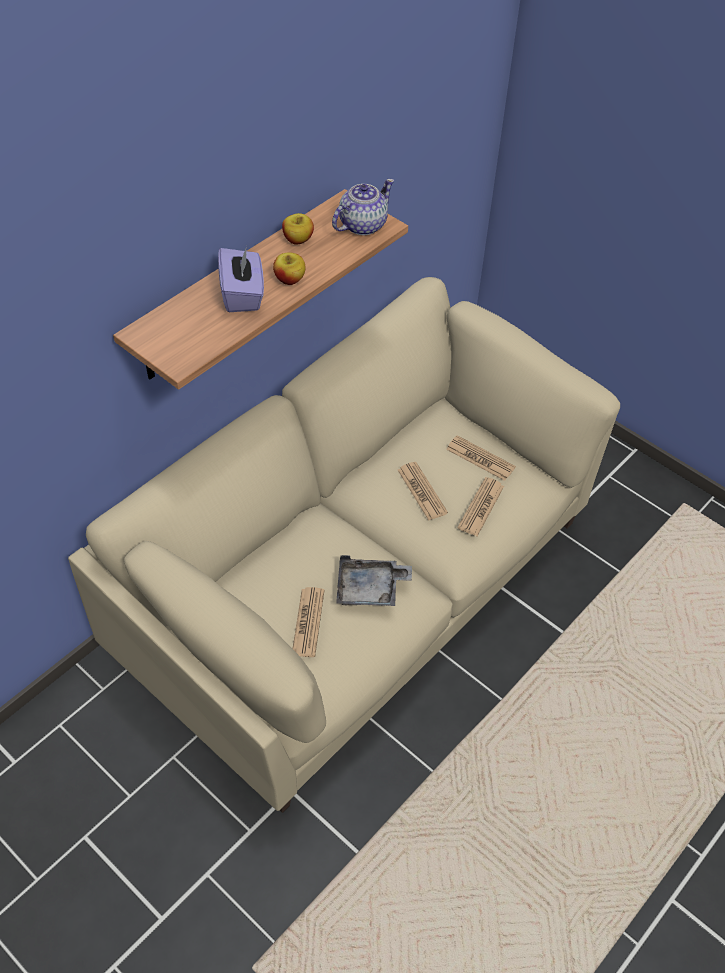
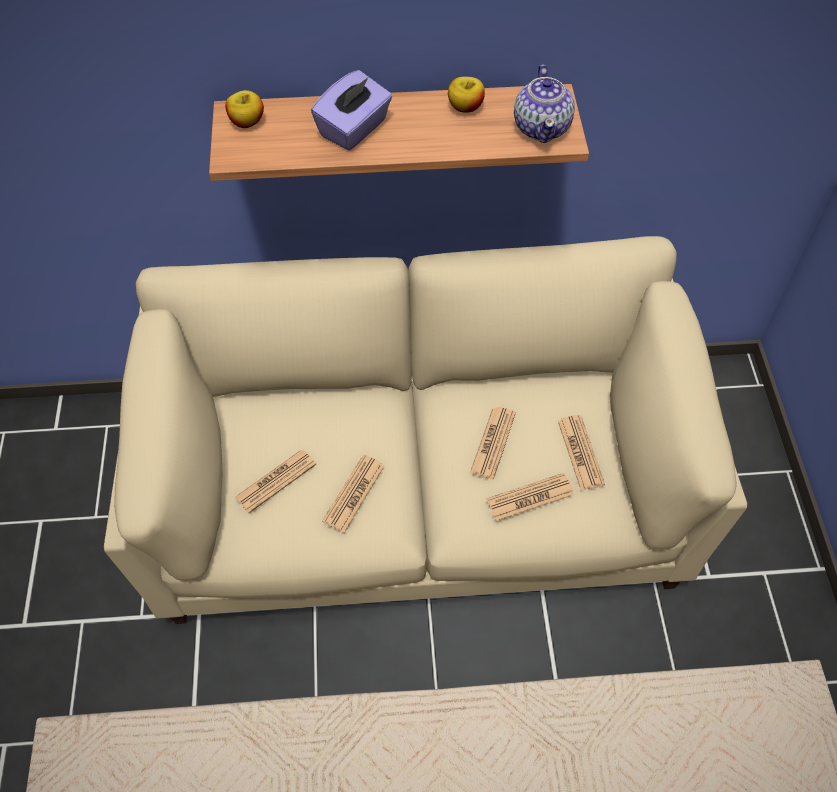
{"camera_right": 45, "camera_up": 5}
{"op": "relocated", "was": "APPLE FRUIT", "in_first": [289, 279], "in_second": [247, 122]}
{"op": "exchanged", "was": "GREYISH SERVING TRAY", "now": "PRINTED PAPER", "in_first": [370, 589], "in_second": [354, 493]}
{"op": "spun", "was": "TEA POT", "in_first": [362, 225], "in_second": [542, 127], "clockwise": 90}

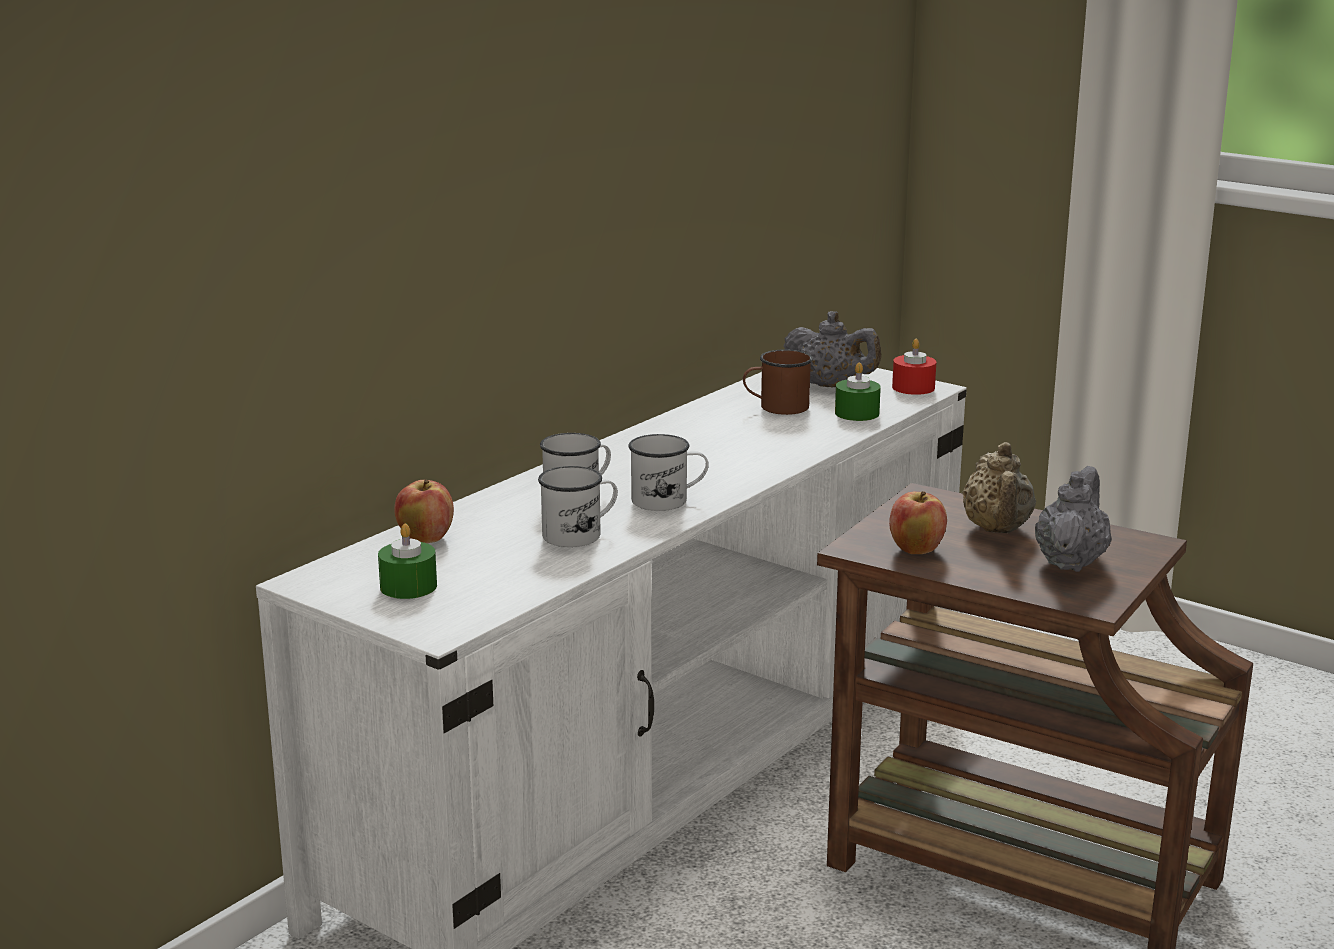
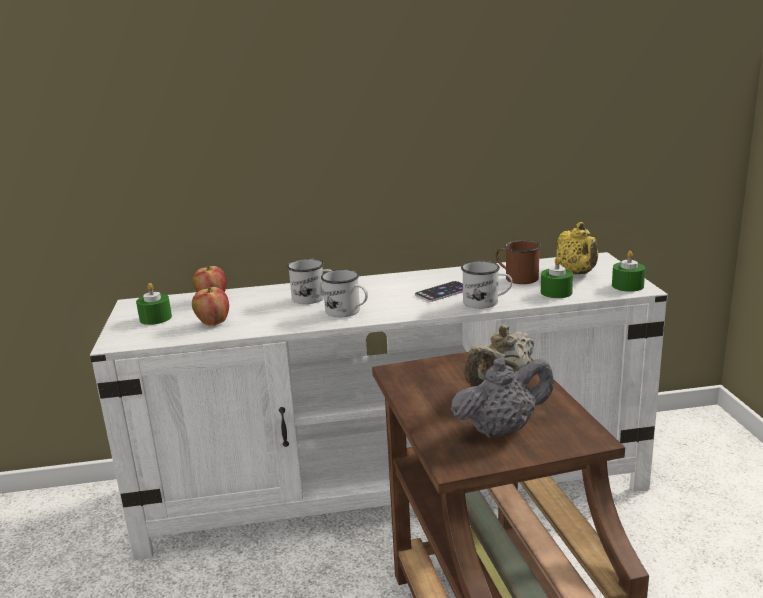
{"camera_right": 45, "camera_up": 0}
{"op": "appeared", "now": "TELEPHONE", "in_second": [443, 292]}
{"op": "relocated", "was": "WHITE MUG", "in_first": [580, 534], "in_second": [486, 302]}
{"op": "relocated", "was": "APPLE FRUIT", "in_first": [915, 550], "in_second": [213, 322]}
{"op": "colour", "was": "GREYISH TEA POT", "now": "YELLOW-COLOURED TEA POT", "in_first": [831, 385], "in_second": [577, 273]}
{"op": "colour", "was": "RED-COLOURED WAX LIGHT", "now": "GREEN-COLOURED WAX LIGHT", "in_first": [913, 387], "in_second": [627, 286]}

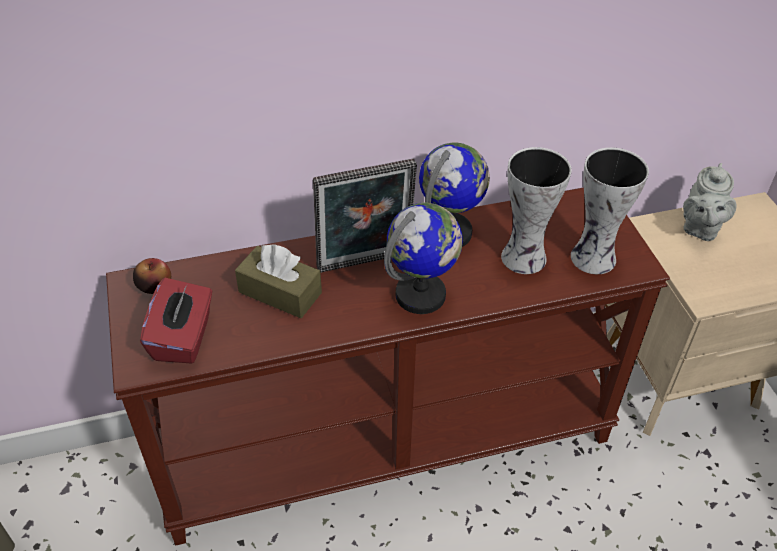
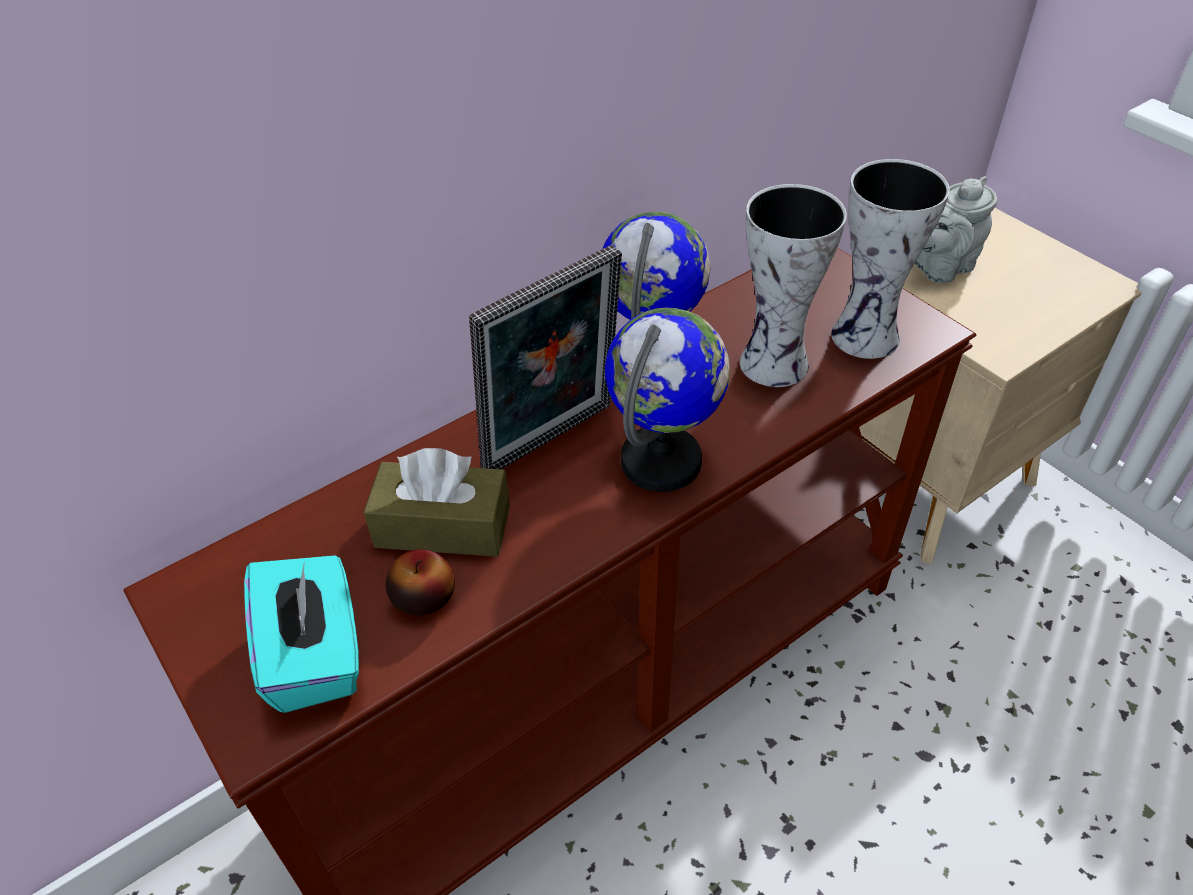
{"camera_right": -20, "camera_up": 0}
{"op": "relocated", "was": "APPLE FRUIT", "in_first": [154, 285], "in_second": [423, 597]}
{"op": "colour", "was": "RED-COLOURED TISSUE HOLDER", "now": "BLUE-GREEN TISSUE HOLDER", "in_first": [183, 338], "in_second": [316, 655]}
{"op": "spun", "was": "GREYISH TEA POT", "in_first": [699, 228], "in_second": [939, 267], "clockwise": 60}

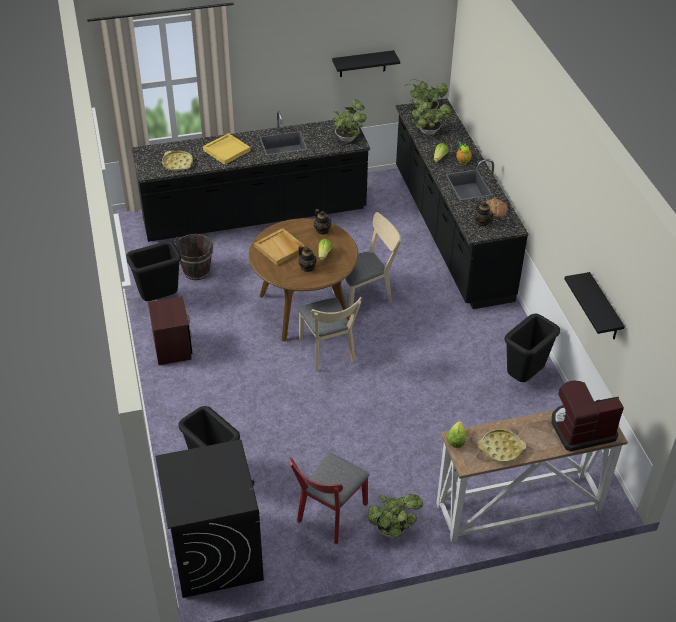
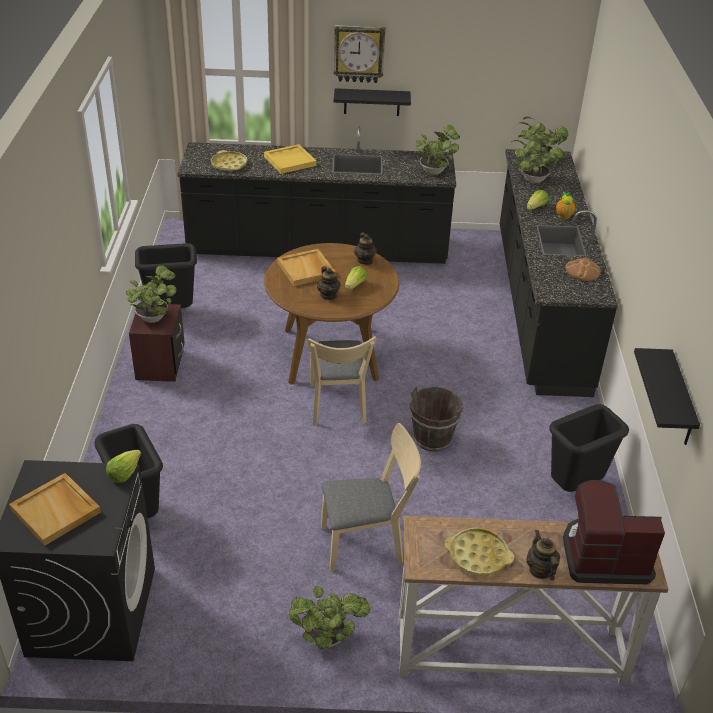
{"camera_right": 15, "camera_up": -5}
{"op": "missing", "was": "RED-COLOURED CHAIR", "in_first": [329, 516]}
{"op": "appeared", "now": "SAND-COLOURED SERVING TRAY", "in_second": [56, 511]}
{"op": "appeared", "now": "PLANT IN A POT", "in_second": [154, 316]}
{"op": "appeared", "now": "HANGING CLOCK", "in_second": [359, 53]}
{"op": "relocated", "was": "BROWNISH WATER BUCKET", "in_first": [196, 271], "in_second": [432, 439]}
{"op": "relocated", "was": "BLACK-COLOURED BRACKET SHELF", "in_first": [362, 64], "in_second": [372, 102]}
{"op": "relocated", "was": "SAND-COLOURED CHAIR", "in_first": [366, 295], "in_second": [368, 543]}
{"op": "relocated", "was": "LETTUCE HEAD", "in_first": [456, 440], "in_second": [124, 473]}
{"op": "relocated", "was": "TEA POT", "in_first": [482, 222], "in_second": [540, 570]}

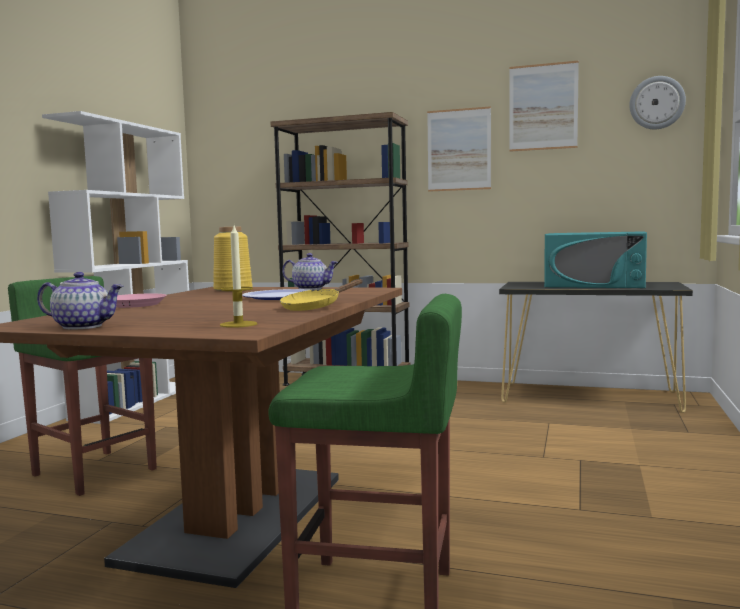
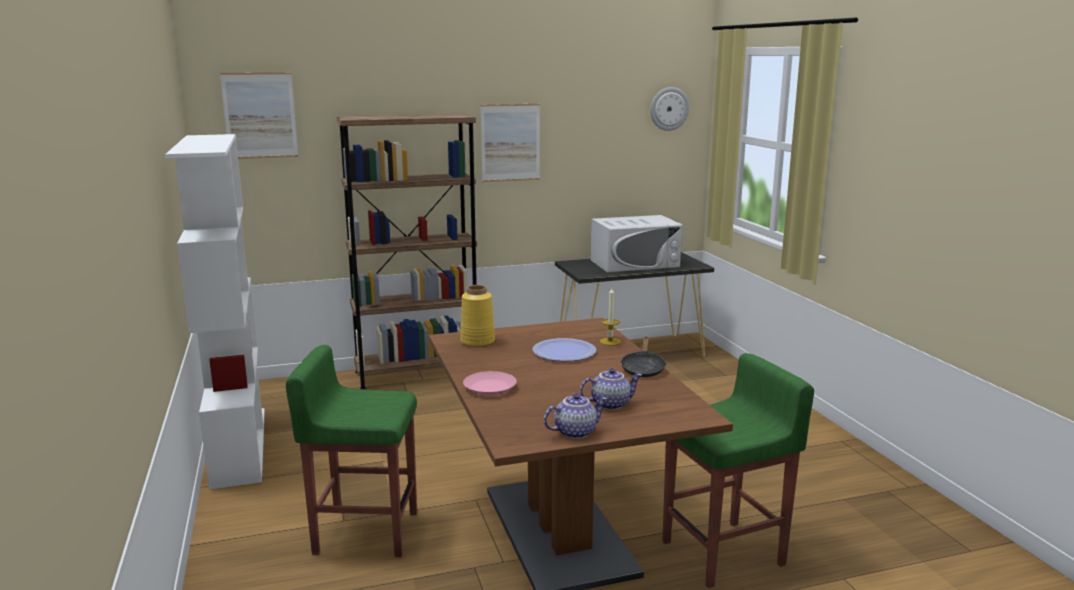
{"camera_right": -35, "camera_up": 10}
{"op": "relocated", "was": "WAX LIGHT", "in_first": [238, 324], "in_second": [610, 341]}
{"op": "relocated", "was": "TEA POT", "in_first": [311, 288], "in_second": [610, 404]}
{"op": "relocated", "was": "WALL PICTURE", "in_first": [543, 107], "in_second": [260, 115]}
{"op": "colour", "was": "YELLOW-COLOURED SKILLET", "now": "BLACK-COLOURED SKILLET", "in_first": [315, 307], "in_second": [643, 369]}
{"op": "colour", "was": "BLUE-GREEN MICROWAVE", "now": "WHITE MICROWAVE", "in_first": [594, 284], "in_second": [634, 263]}

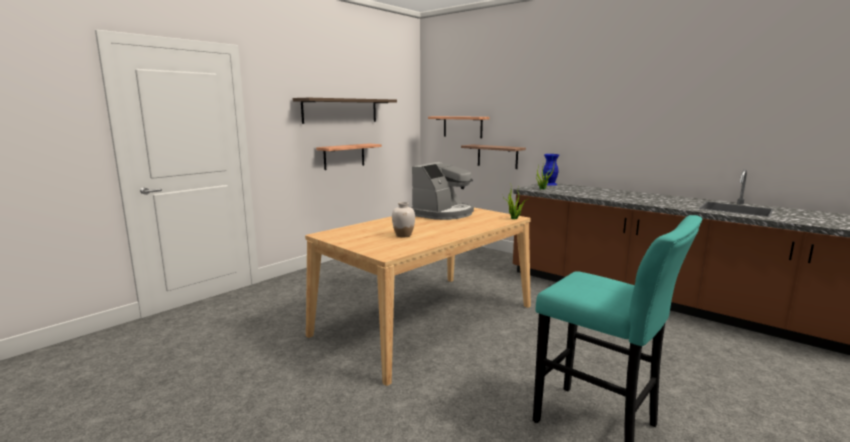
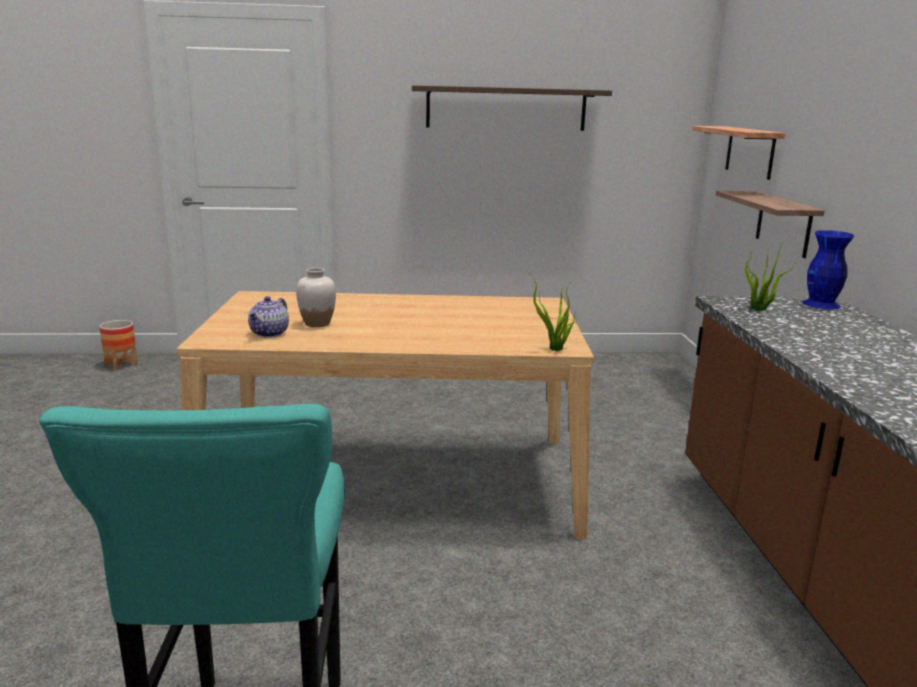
{"camera_right": 45, "camera_up": 5}
{"op": "missing", "was": "BRACKET SHELF", "in_first": [344, 156]}
{"op": "missing", "was": "COFFEE MAKER", "in_first": [443, 213]}
{"op": "appeared", "now": "PLANTER", "in_second": [121, 365]}
{"op": "appeared", "now": "TEA POT", "in_second": [270, 333]}

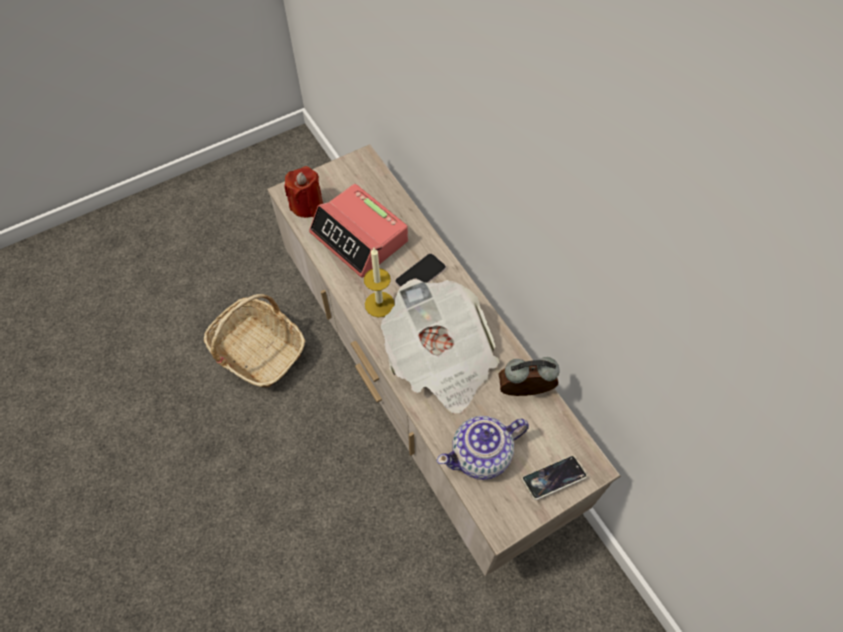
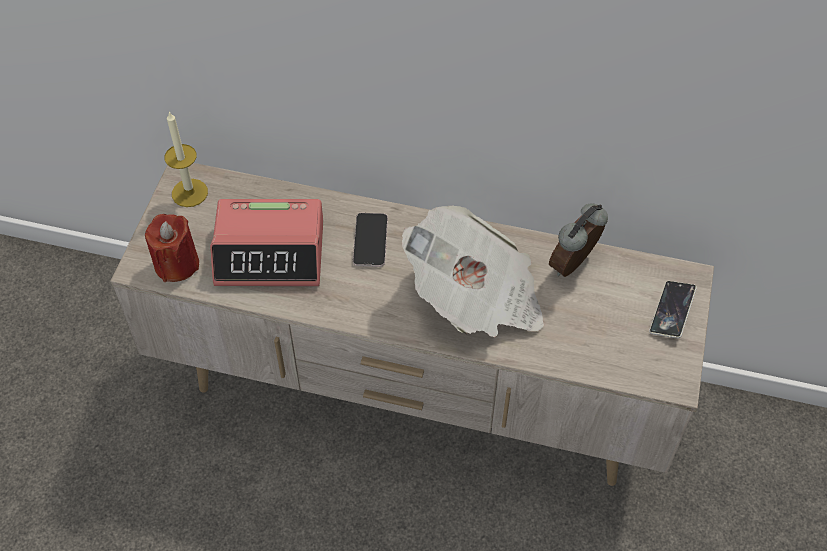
{"camera_right": -45, "camera_up": -5}
{"op": "missing", "was": "HOUSEHOLD BASKET", "in_first": [258, 350]}
{"op": "missing", "was": "TEA POT", "in_first": [482, 455]}
{"op": "relocated", "was": "WAX LIGHT", "in_first": [379, 304], "in_second": [189, 193]}

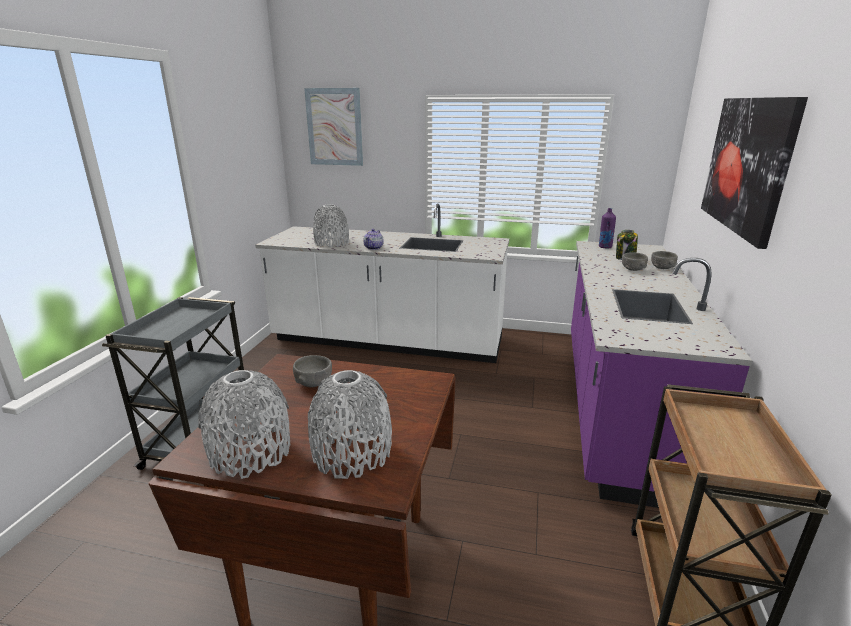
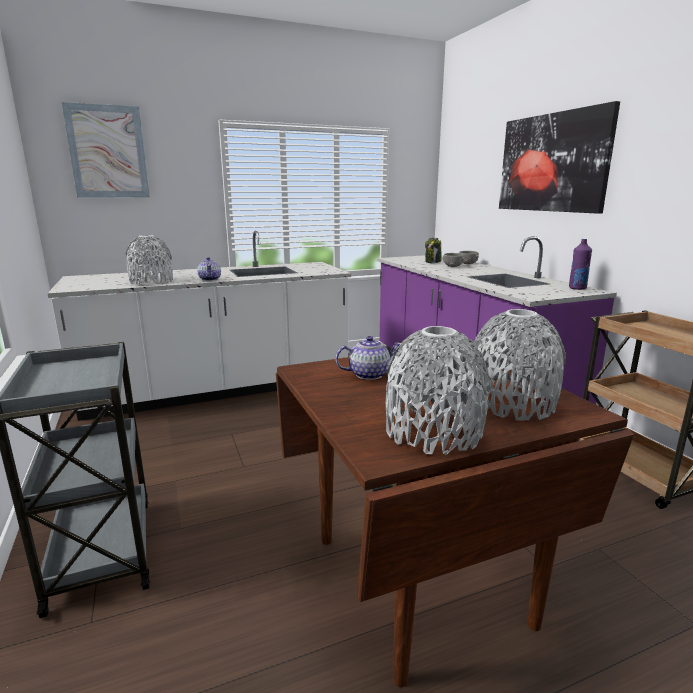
{"camera_right": -35, "camera_up": -5}
{"op": "relocated", "was": "PURPLE DRINK BOTTLE", "in_first": [604, 247], "in_second": [577, 288]}
{"op": "exchanged", "was": "GREYISH DEEP DISH", "now": "TEA POT", "in_first": [314, 383], "in_second": [368, 374]}

